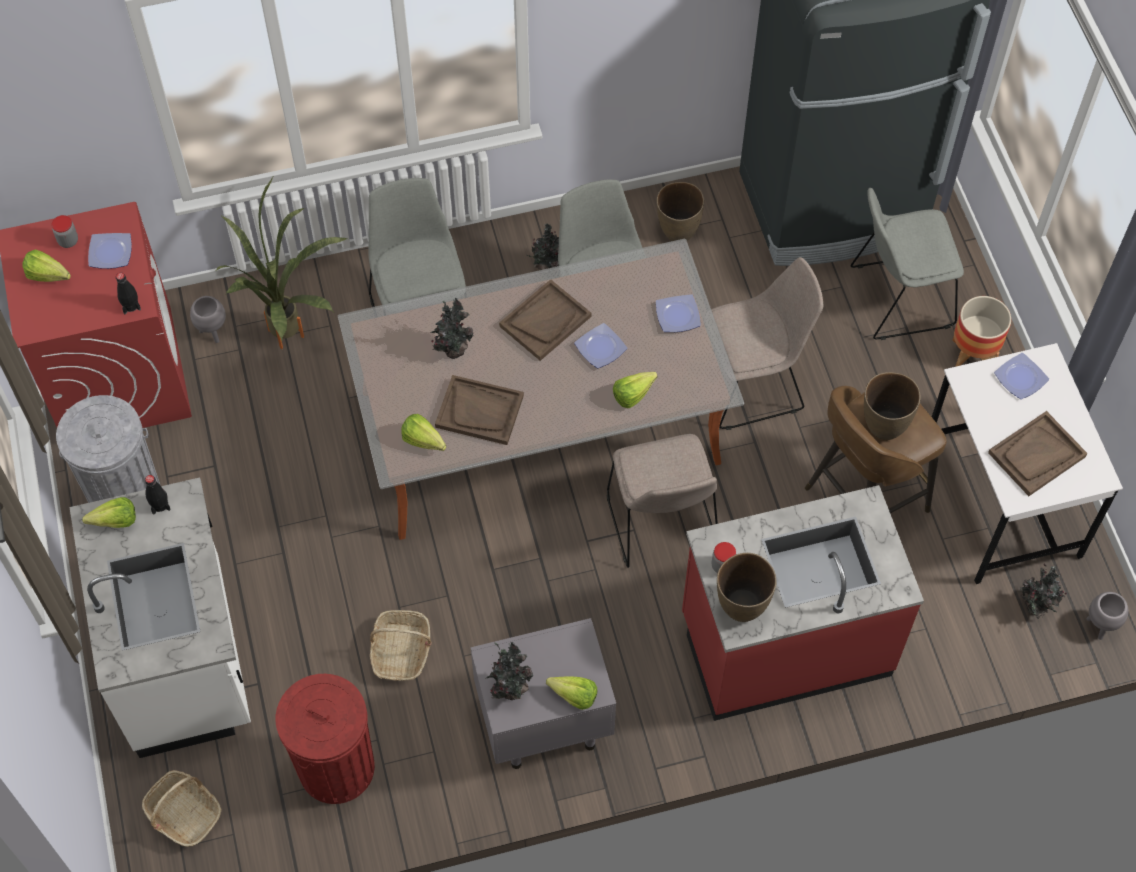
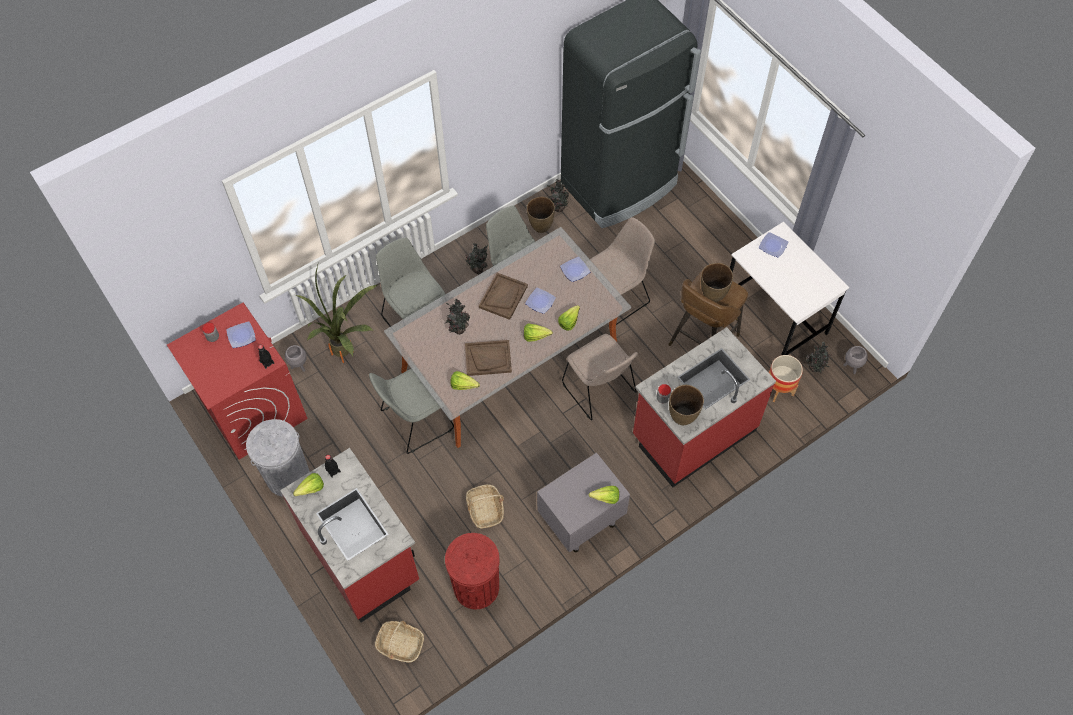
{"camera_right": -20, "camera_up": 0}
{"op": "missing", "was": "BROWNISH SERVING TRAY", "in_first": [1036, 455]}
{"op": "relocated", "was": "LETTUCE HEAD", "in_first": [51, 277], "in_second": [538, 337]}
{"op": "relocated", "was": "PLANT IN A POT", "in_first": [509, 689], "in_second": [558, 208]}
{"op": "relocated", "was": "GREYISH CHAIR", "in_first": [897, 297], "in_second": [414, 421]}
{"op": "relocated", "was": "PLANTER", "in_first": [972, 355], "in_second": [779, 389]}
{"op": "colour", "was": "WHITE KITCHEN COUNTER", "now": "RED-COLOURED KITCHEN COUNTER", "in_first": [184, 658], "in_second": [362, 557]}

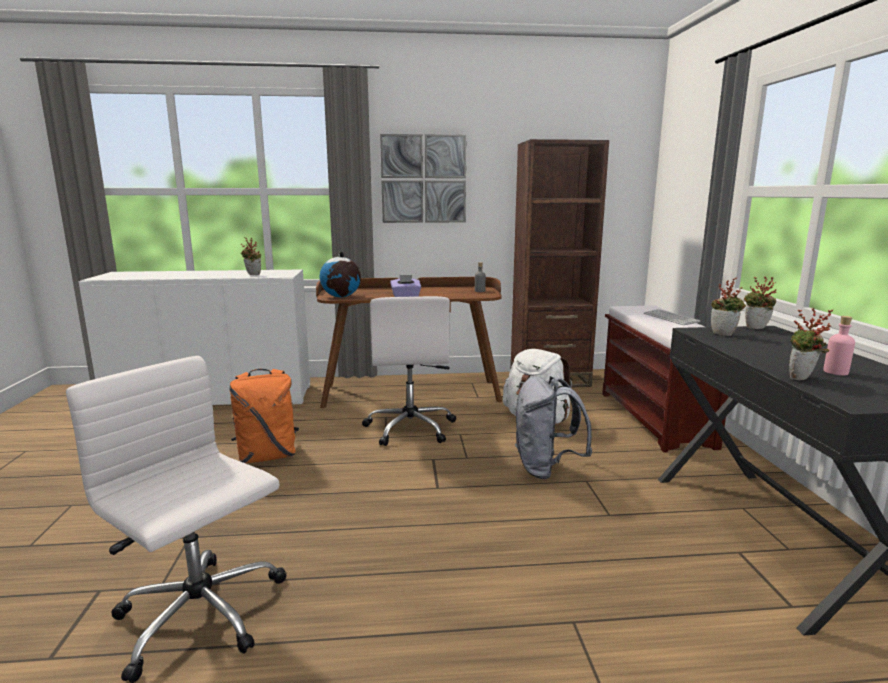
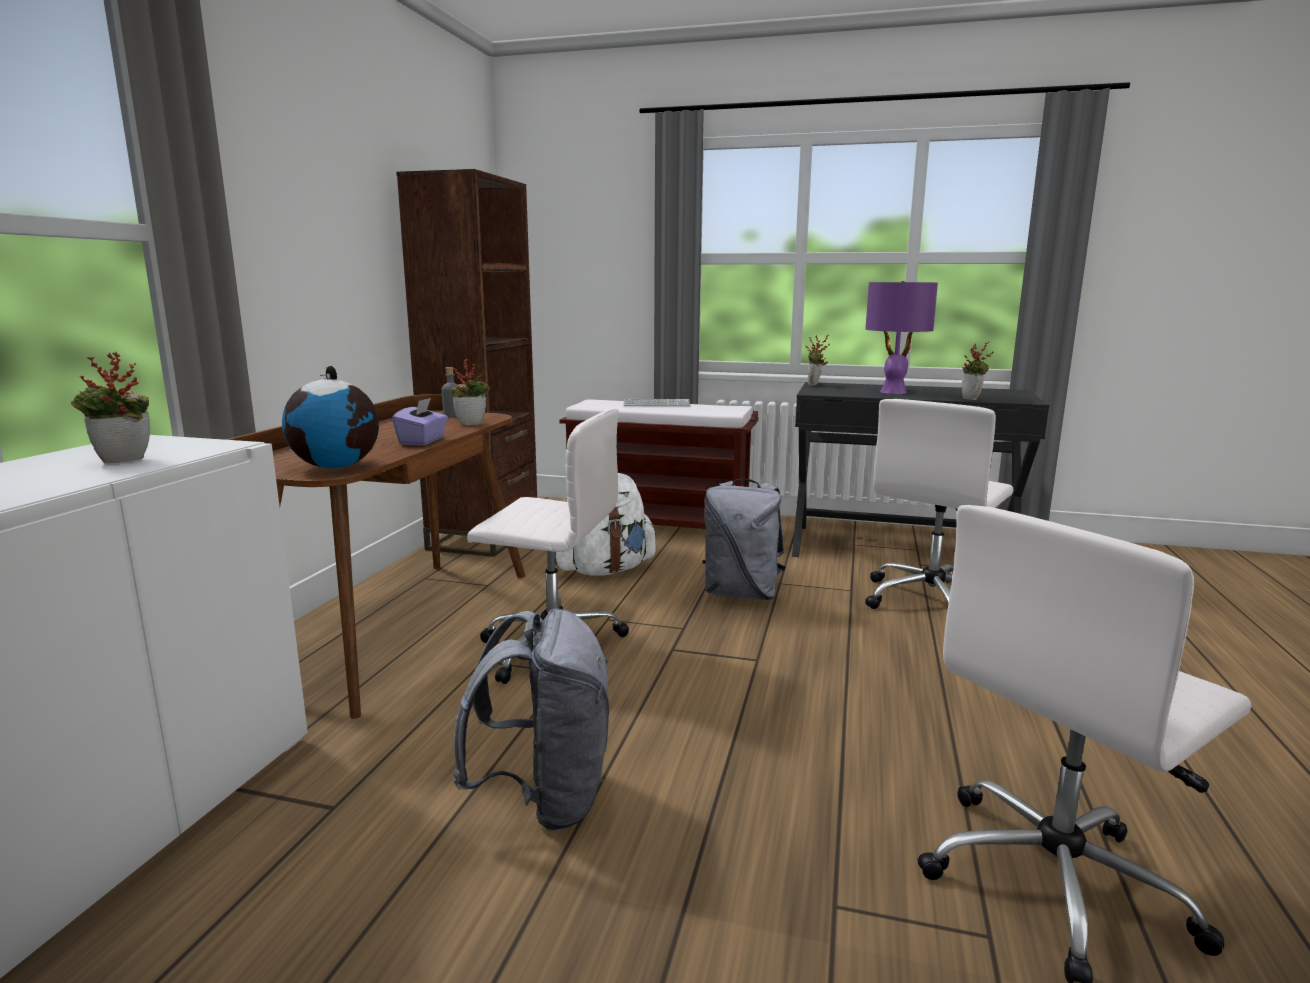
{"camera_right": -70, "camera_up": 0}
{"op": "missing", "was": "WALL PICTURE", "in_first": [423, 179]}
{"op": "missing", "was": "PINKISH DRINK BOTTLE", "in_first": [835, 372]}
{"op": "appeared", "now": "PURPLE LAMP FOR A TABLE", "in_second": [893, 392]}
{"op": "appeared", "now": "WHITE COMPUTER CHAIR", "in_second": [931, 601]}
{"op": "relocated", "was": "PLANT IN A POT", "in_first": [724, 334], "in_second": [472, 423]}
{"op": "colour", "was": "ORANGEY RUCKSACK", "now": "GREYISH RUCKSACK", "in_first": [267, 456], "in_second": [545, 798]}

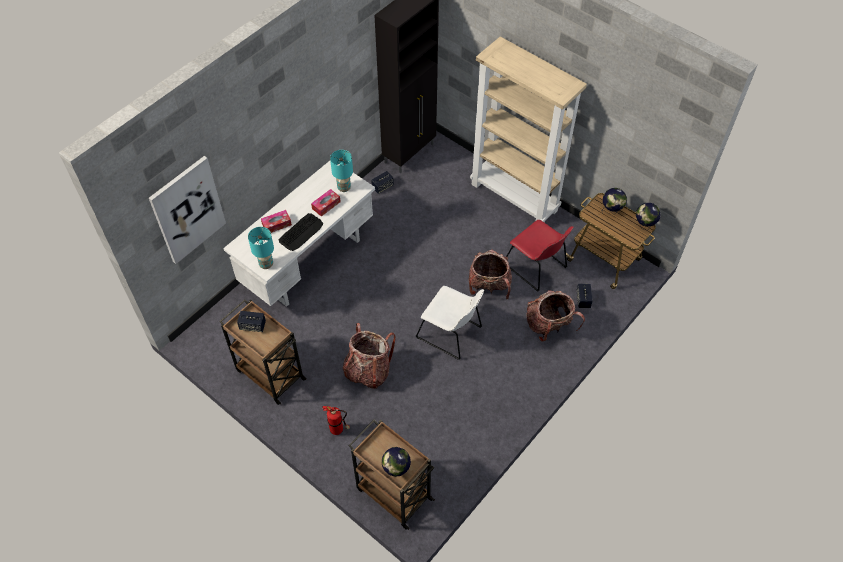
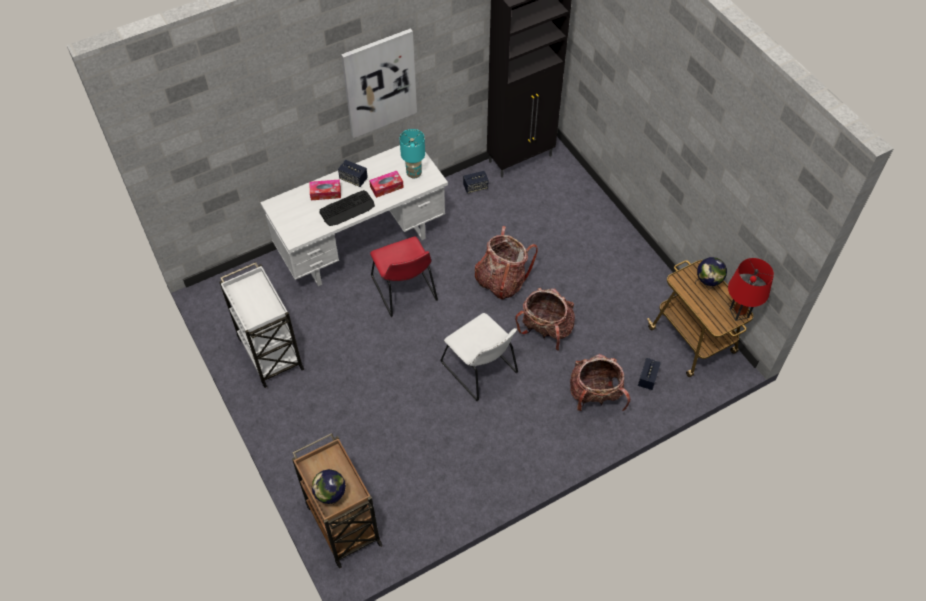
{"camera_right": 20, "camera_up": 0}
{"op": "missing", "was": "BLUE-GREEN LAMP FOR A TABLE", "in_first": [266, 264]}
{"op": "missing", "was": "EXTINGUISHER", "in_first": [338, 430]}
{"op": "missing", "was": "SAND-COLOURED SHELVING UNIT", "in_first": [515, 197]}
{"op": "relocated", "was": "WALL PICTURE", "in_first": [188, 210], "in_second": [380, 83]}
{"op": "relocated", "was": "LOUDSPEAKER", "in_first": [252, 326], "in_second": [353, 179]}
{"op": "relocated", "was": "RUCKSACK", "in_first": [368, 371], "in_second": [501, 281]}
{"op": "relocated", "was": "RED-COLOURED CHAIR", "in_first": [536, 267], "in_second": [405, 291]}
{"op": "exchanged", "was": "GLOBE", "now": "RED-COLOURED LAMP FOR A TABLE", "in_first": [644, 226], "in_second": [739, 313]}
{"op": "colour", "was": "BROWNISH TROLLEY", "now": "WHITE TROLLEY", "in_first": [269, 374], "in_second": [269, 352]}

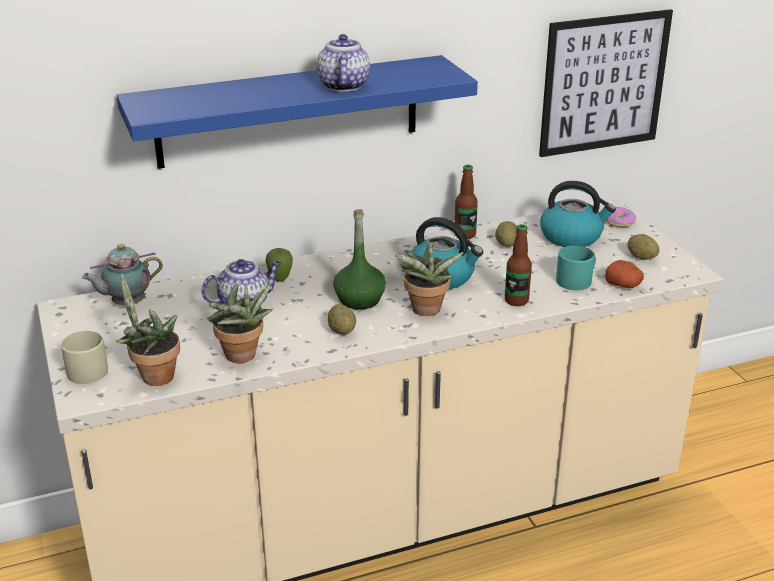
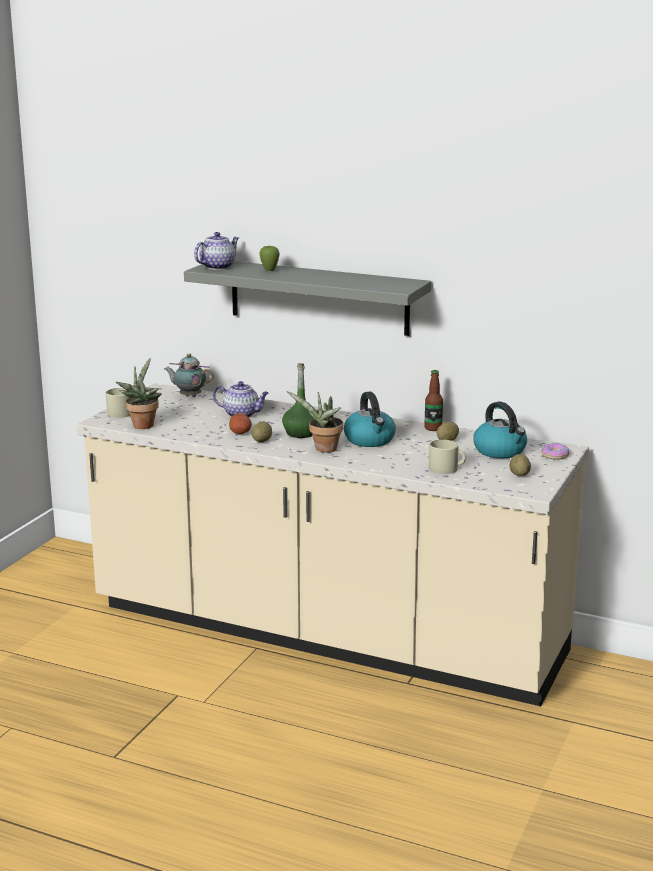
{"camera_right": 45, "camera_up": -10}
{"op": "missing", "was": "PLANT IN A POT", "in_first": [242, 357]}
{"op": "missing", "was": "DRINK BOTTLE", "in_first": [516, 300]}
{"op": "missing", "was": "WALL PICTURE", "in_first": [604, 83]}
{"op": "relocated", "was": "APPLE FRUIT", "in_first": [280, 280], "in_second": [269, 271]}
{"op": "relocated", "was": "TEA POT", "in_first": [342, 85], "in_second": [218, 267]}
{"op": "relocated", "was": "SPUD", "in_first": [624, 285], "in_second": [240, 432]}
{"op": "colour", "was": "BLUISH BRACKET SHELF", "now": "GREYISH BRACKET SHELF", "in_first": [289, 111], "in_second": [318, 297]}
{"op": "colour", "was": "BLUE-GREEN MUG", "now": "SAND-COLOURED MUG", "in_first": [577, 280], "in_second": [447, 469]}

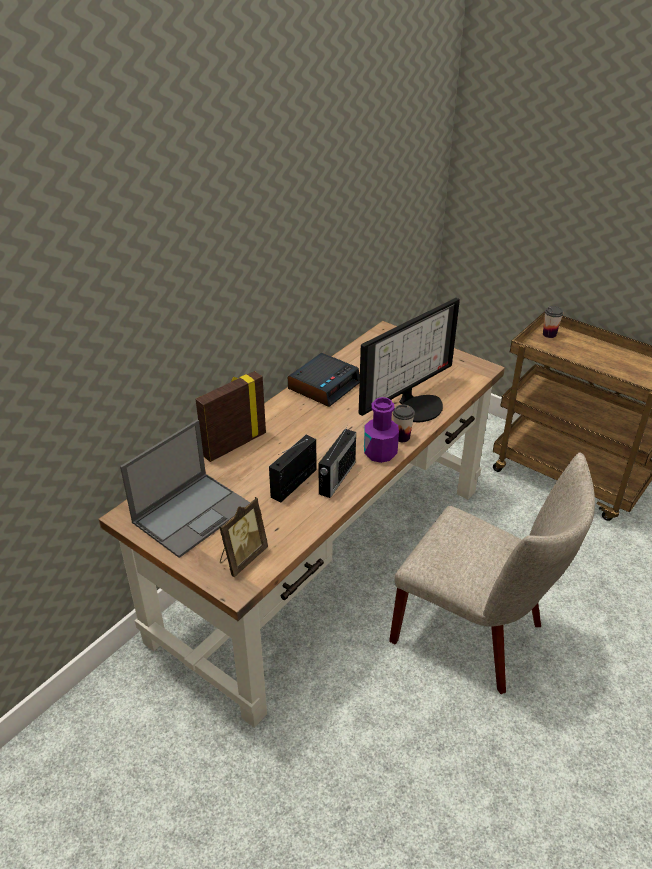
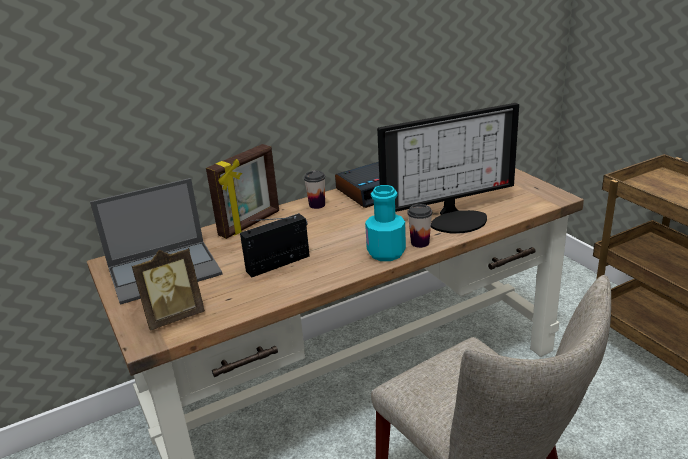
{"camera_right": 25, "camera_up": -10}
{"op": "missing", "was": "RADIO RECEIVER", "in_first": [336, 478]}
{"op": "relocated", "was": "DRINKING CUP", "in_first": [549, 334], "in_second": [317, 205]}
{"op": "colour", "was": "PURPLE DRINK BOTTLE", "now": "BLUE-GREEN DRINK BOTTLE", "in_first": [380, 453], "in_second": [386, 252]}
{"op": "spun", "was": "STANDING FRAME", "in_first": [234, 444], "in_second": [250, 224], "clockwise": 150}

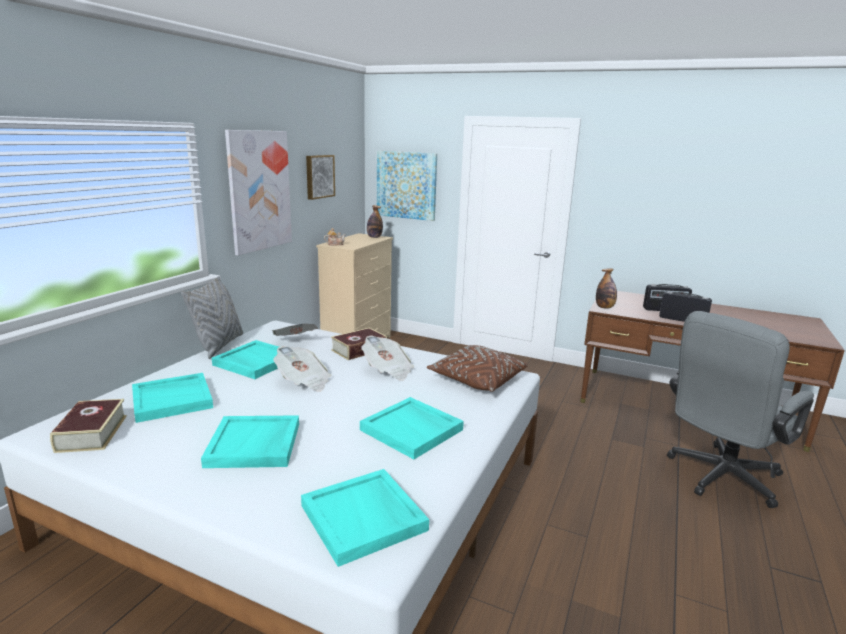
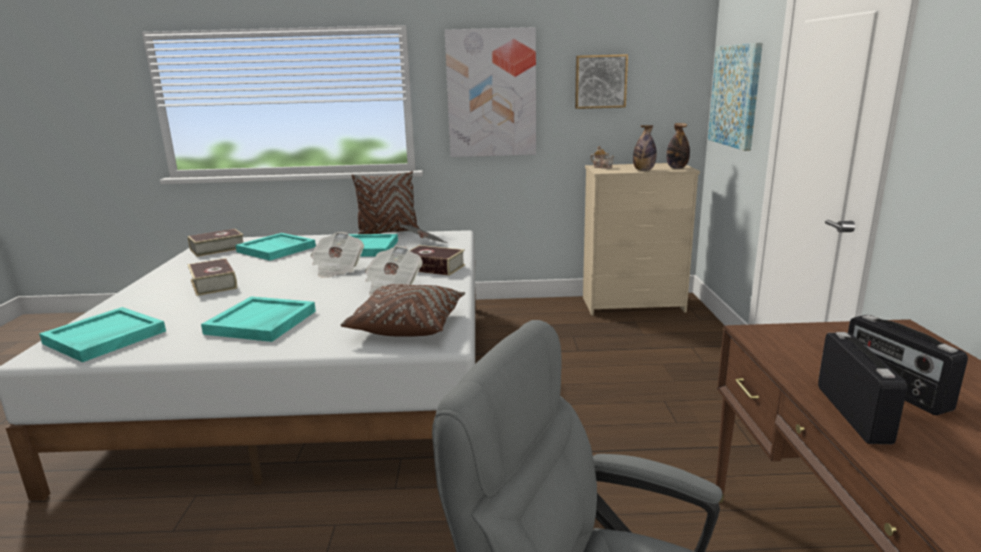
{"camera_right": 65, "camera_up": 0}
{"op": "relocated", "was": "DRINK BOTTLE", "in_first": [604, 307], "in_second": [643, 170]}
{"op": "exchanged", "was": "BLUE-GREEN SERVING TRAY", "now": "BOUND BOOK", "in_first": [254, 445], "in_second": [213, 284]}
{"op": "colour", "was": "GREYISH CUSHION", "now": "BROWNISH CUSHION", "in_first": [219, 345], "in_second": [388, 233]}

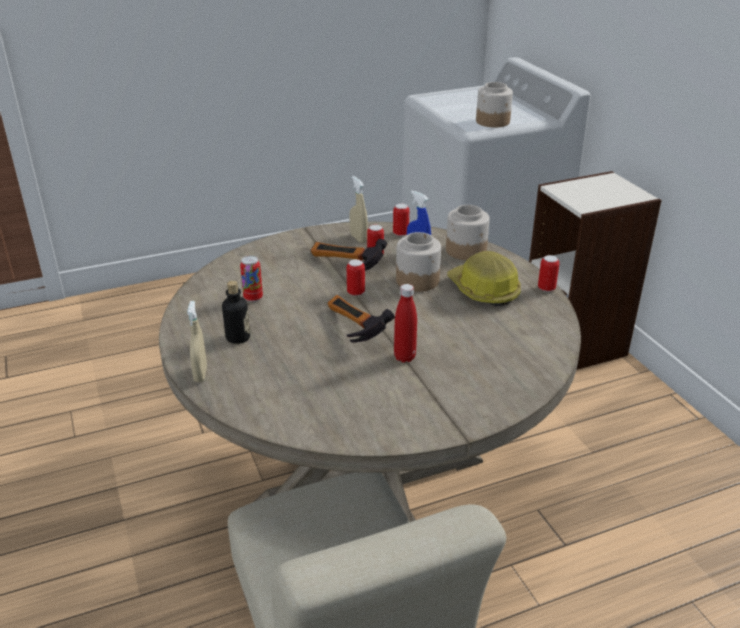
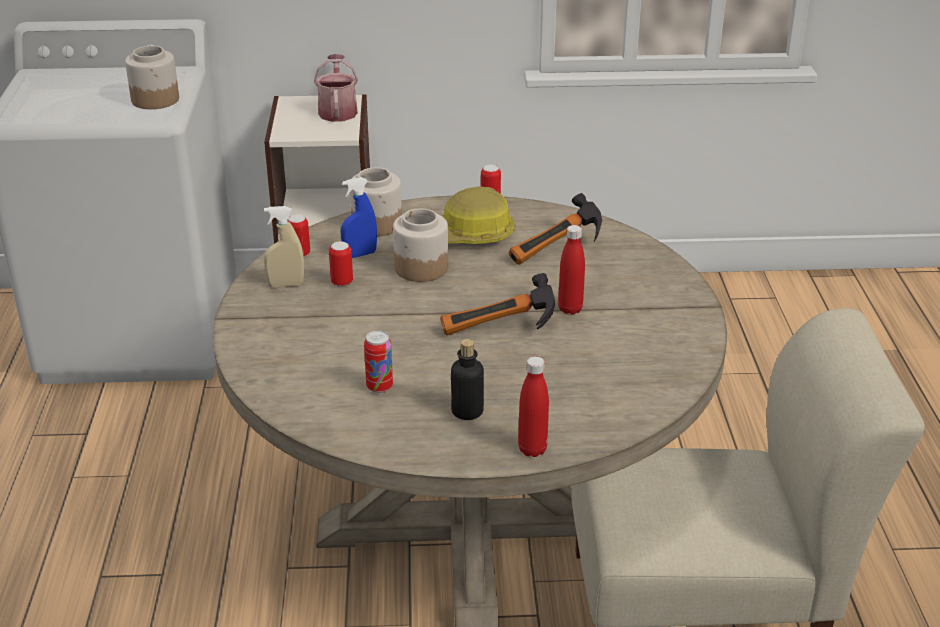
{"camera_right": -70, "camera_up": 0}
{"op": "missing", "was": "CAN", "in_first": [356, 292]}
{"op": "appeared", "now": "WATERING CAN", "in_second": [337, 111]}
{"op": "relocated", "was": "TOOL HAMMER", "in_first": [343, 267], "in_second": [558, 251]}
{"op": "exchanged", "was": "SAND-COLOURED SPRAY BOTTLE", "now": "RED-COLOURED DRINK BOTTLE", "in_first": [200, 374], "in_second": [532, 449]}

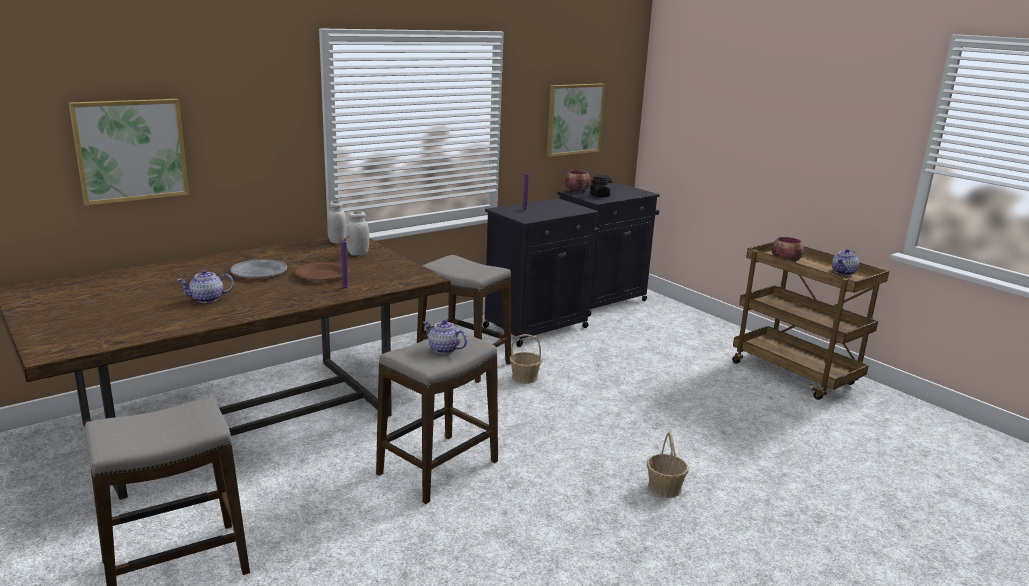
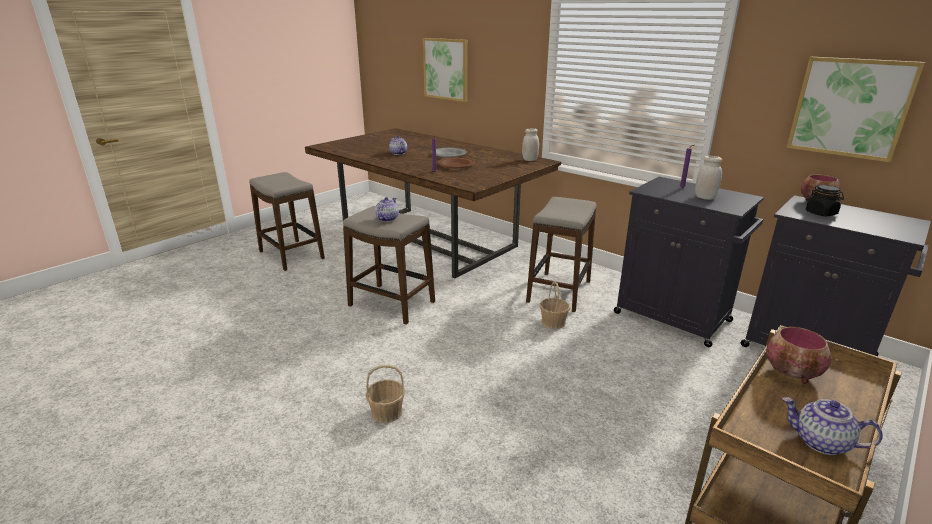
{"camera_right": 80, "camera_up": 5}
{"op": "relocated", "was": "WHITE PRESERVE JAR", "in_first": [358, 253], "in_second": [705, 197]}

